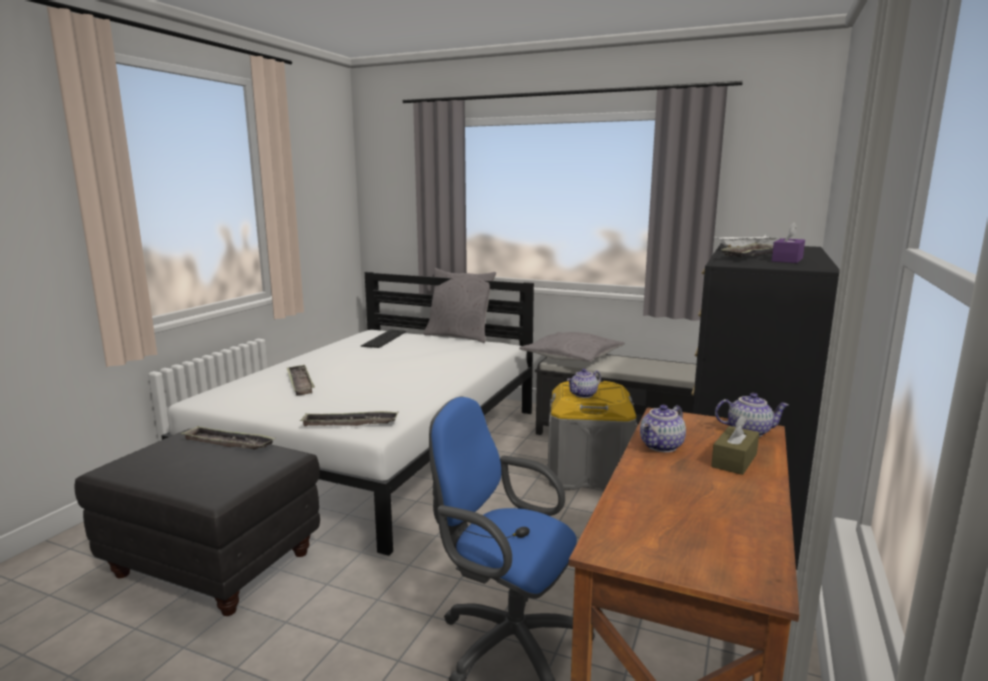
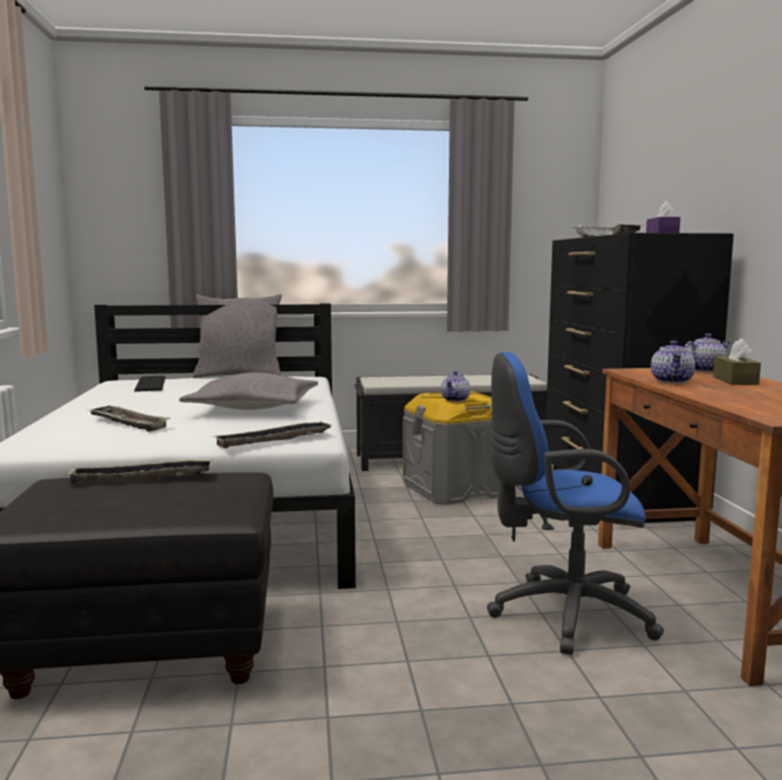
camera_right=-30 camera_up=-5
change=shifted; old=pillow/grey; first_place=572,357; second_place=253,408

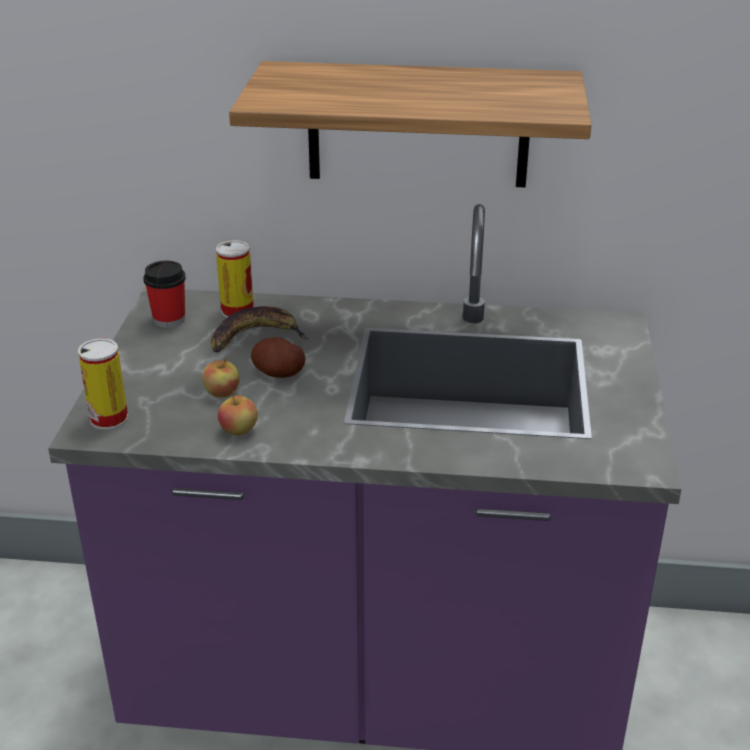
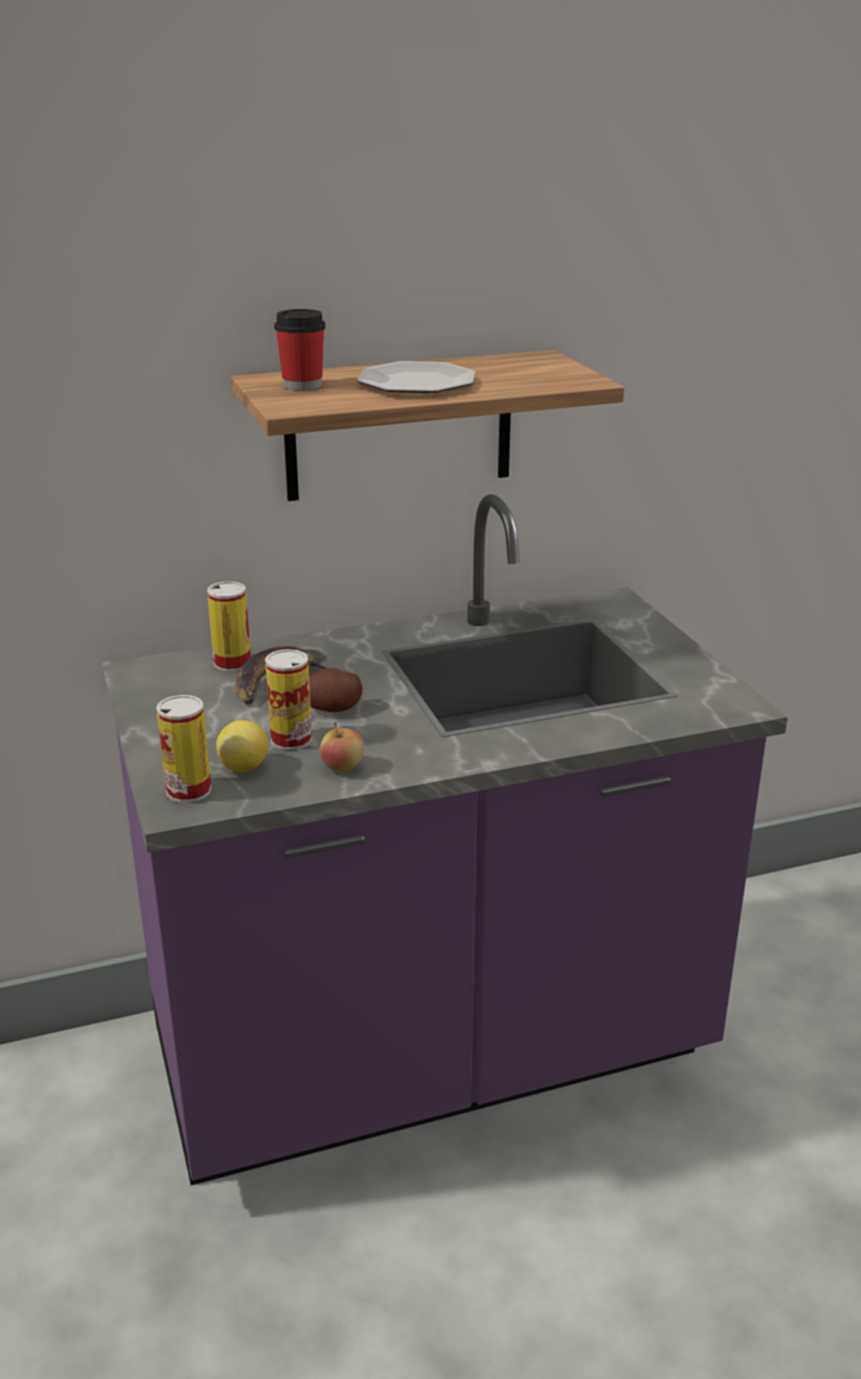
camera_right=-25 camera_up=-5
change=shifted; old=cup; first_place=169,319; second_place=302,385
change=swapped; old=apple; new=can; first_place=222,393; second_place=291,739
change=new; new=lemon; second_place=244,767
change=new; new=plate; second_place=416,383

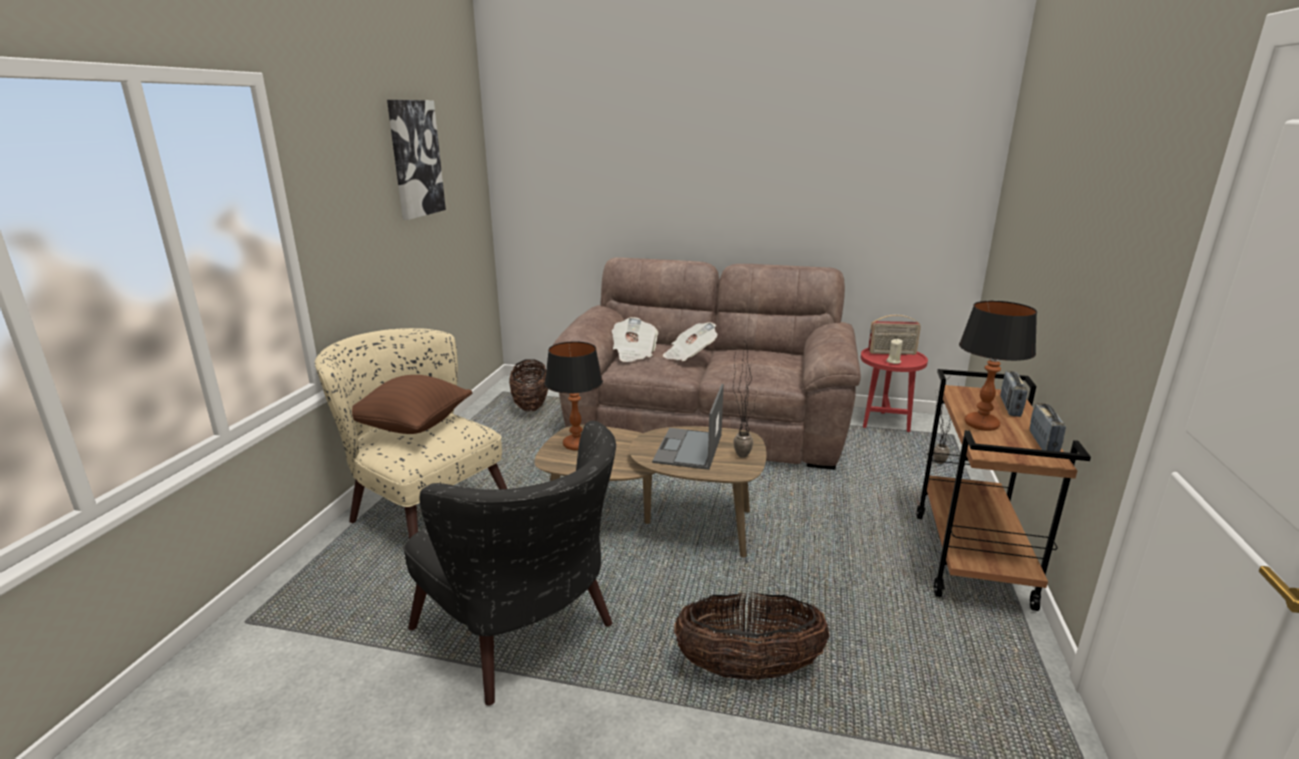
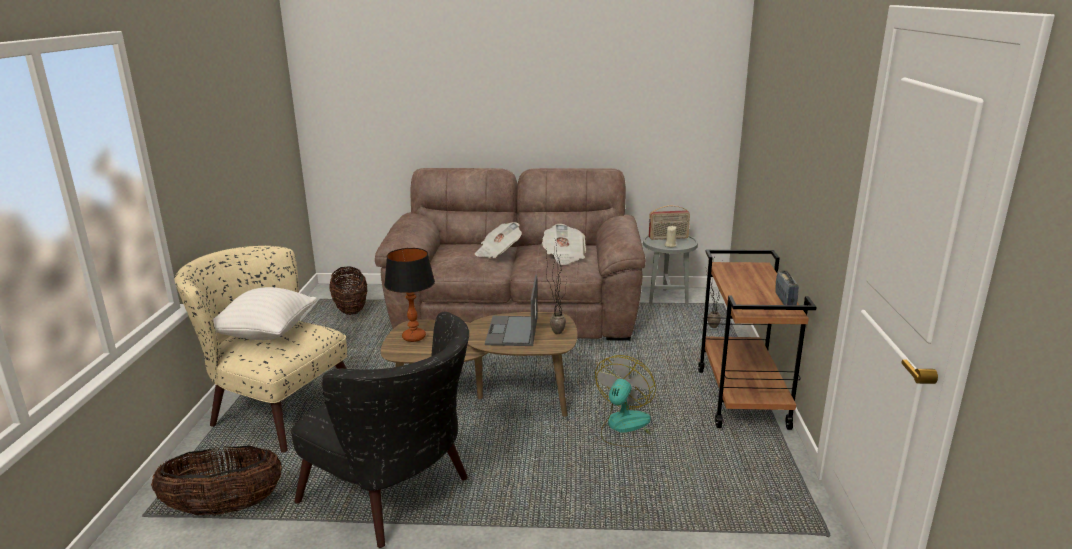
camera_right=-10 camera_up=0
change=repainted; old=pillow/brown; new=pillow/white; first_place=412,426; second_place=266,333
change=gone; old=picture; first_place=415,158
change=shifted; old=newspaper; first_place=633,353; second_place=564,256
change=shifted; old=basket; first_place=748,669; second_place=224,508
change=repainted; old=side table/red; new=side table/grey; first_place=884,422; second_place=666,297
change=gone; old=table lamp; first_place=981,425
change=gone; old=radio; first_place=1010,407
change=new; new=fan; second_place=625,428

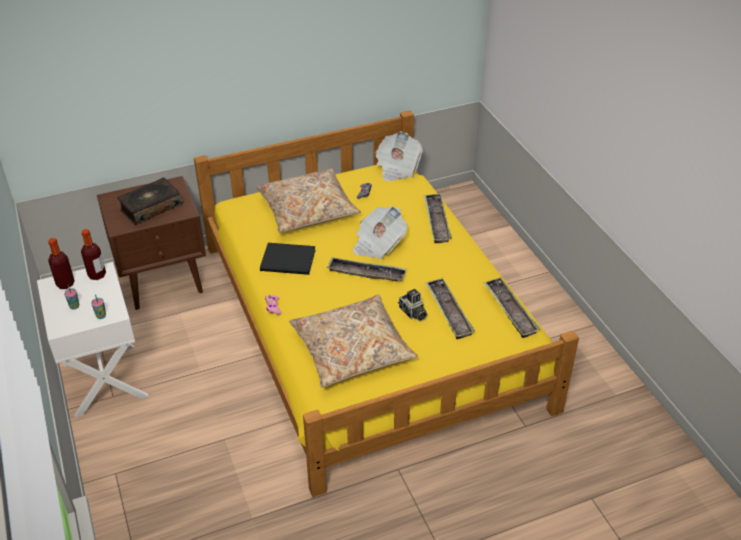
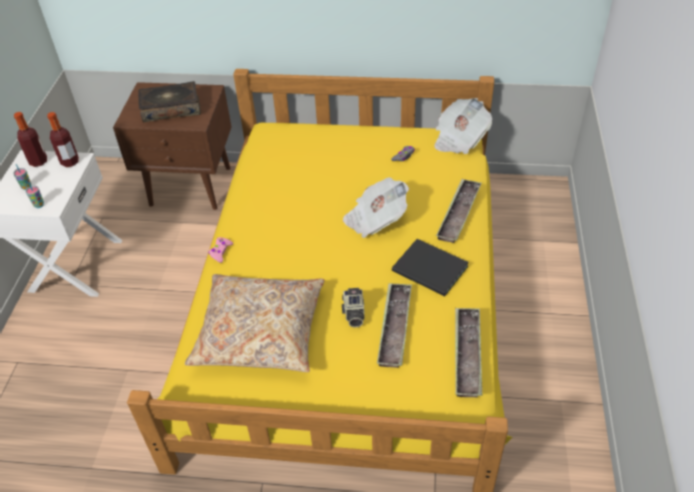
camera_right=30 camera_up=5
change=gone; old=pillow/beige; first_place=307,210
change=shifted; old=book/black; first_place=289,261; second_place=430,270
change=gone; old=tray; first_place=366,273

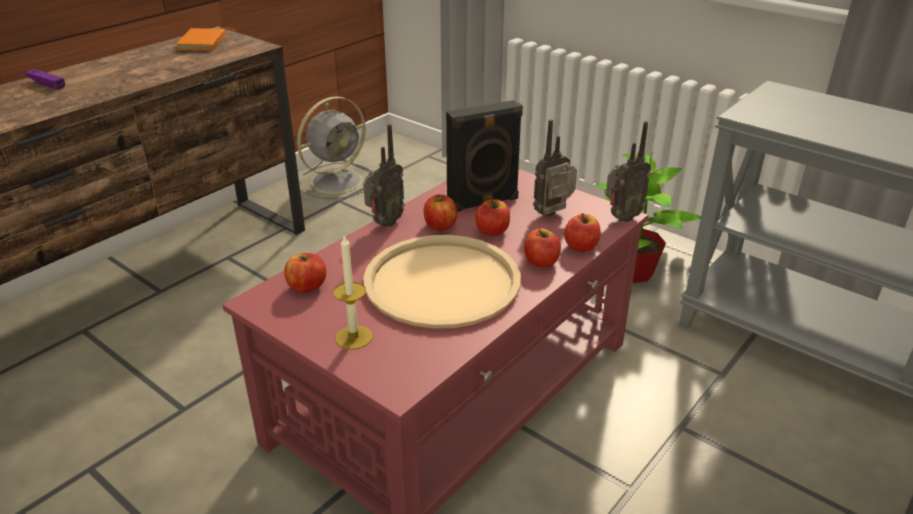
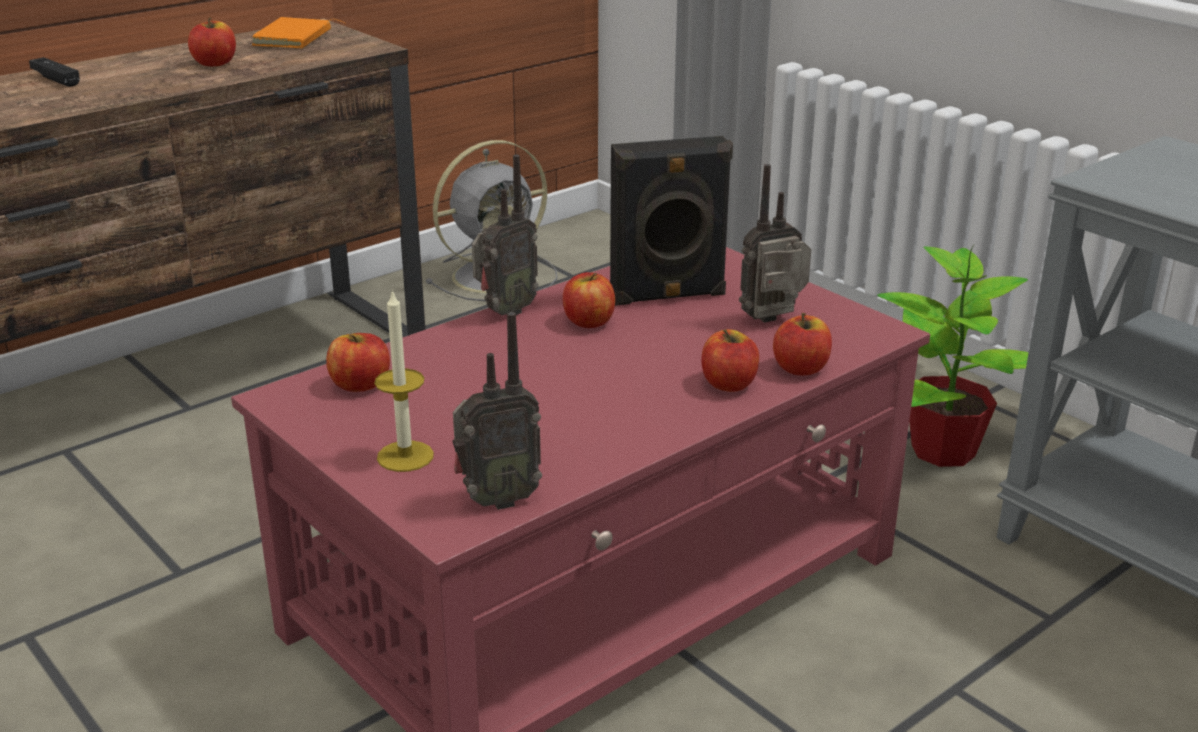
camera_right=10 camera_up=-5
change=repainted; old=game controller/purple; new=game controller/black; first_place=47,84; second_place=56,79
change=gone; old=tray/beige; first_place=442,282
change=shifted; old=apple; first_place=492,231; second_place=215,63
change=shifted; old=radio; first_place=621,218; second_place=496,500

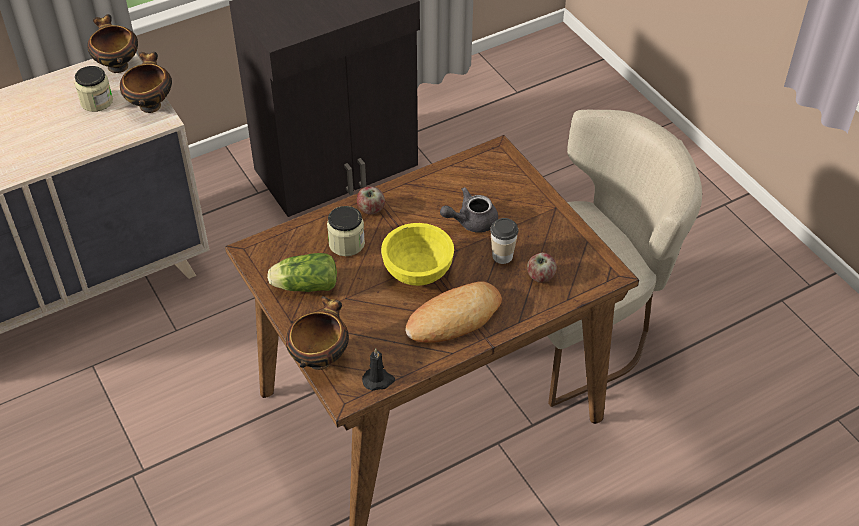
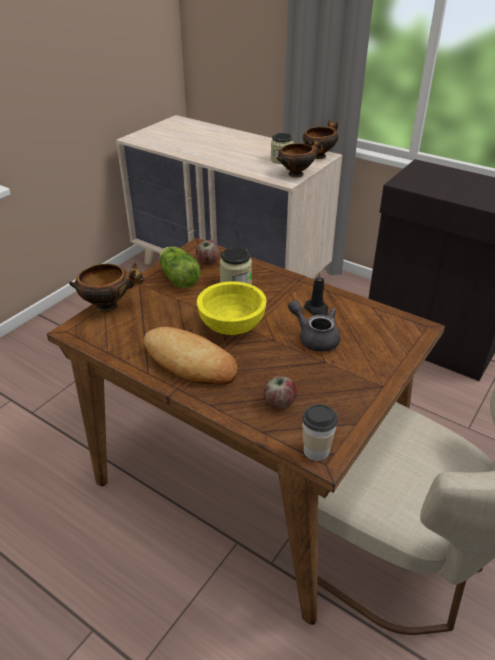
camera_right=65 camera_up=-10
change=shifted; old=apple; first_place=371,209; second_place=207,261
change=shifted; old=candle/black; first_place=378,380; second_place=317,309
change=shifted; old=cup; first_place=502,256; second_place=316,451

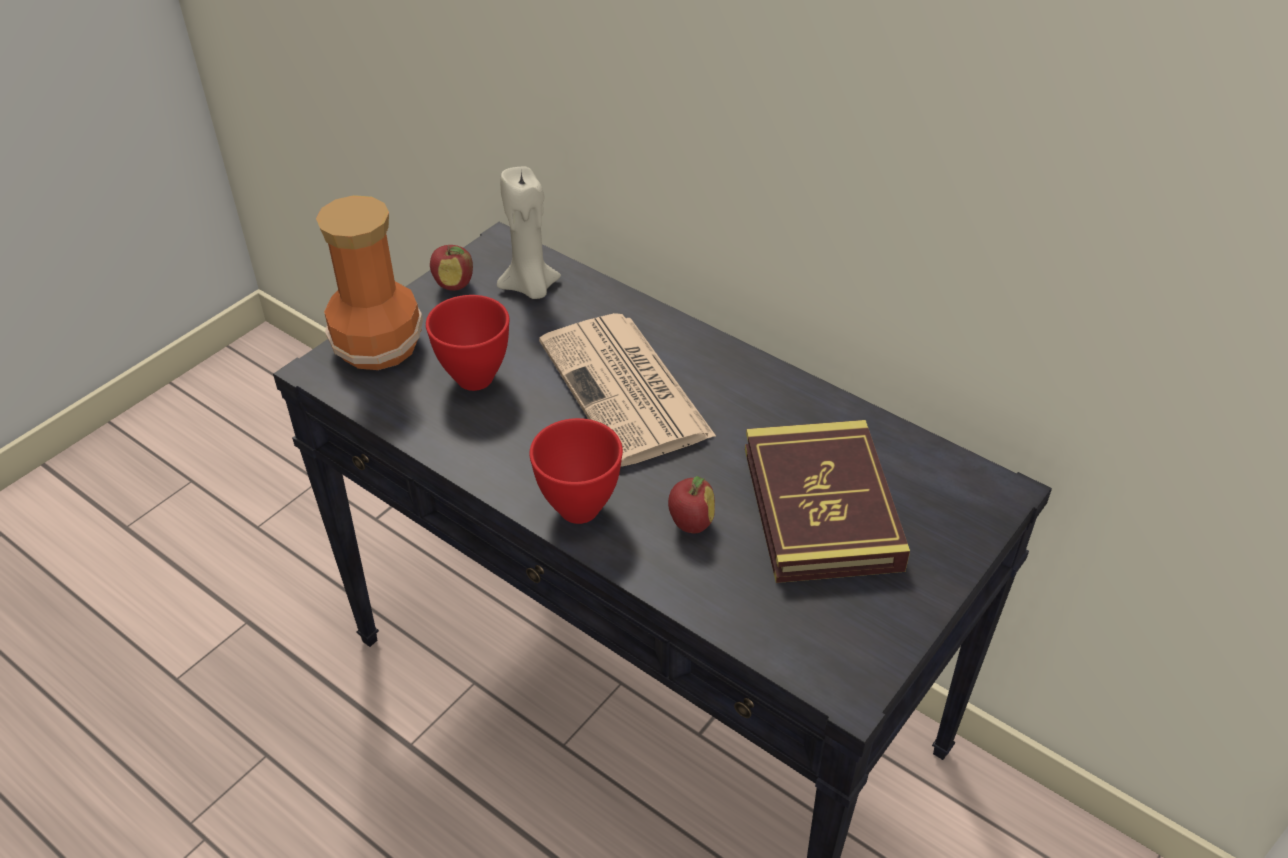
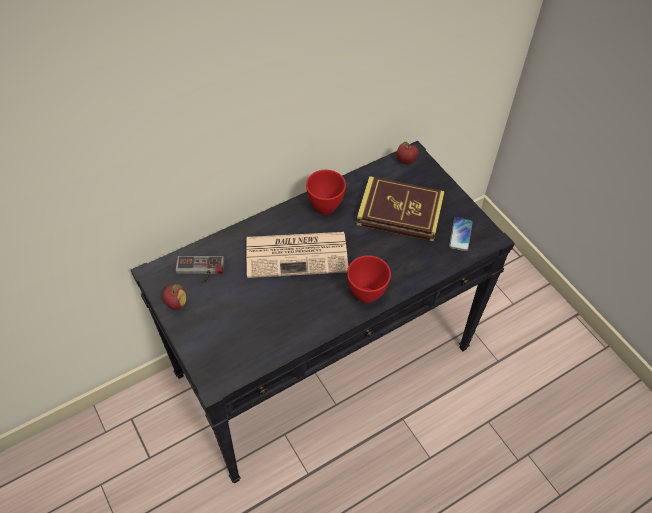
camera_right=-70 camera_up=10
change=gone; old=vase; first_place=380,343
change=shifted; old=bowl/red; first_place=473,380; second_place=326,209
change=swapped; old=candle/beige; new=game controller; first_place=530,288; second_place=199,270
change=shifted; old=apple; first_place=690,524; second_place=405,161
change=new; new=phone; second_place=460,234

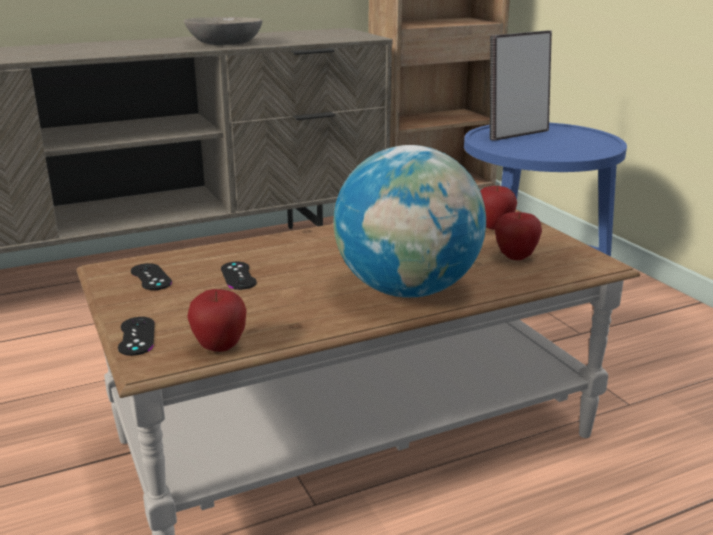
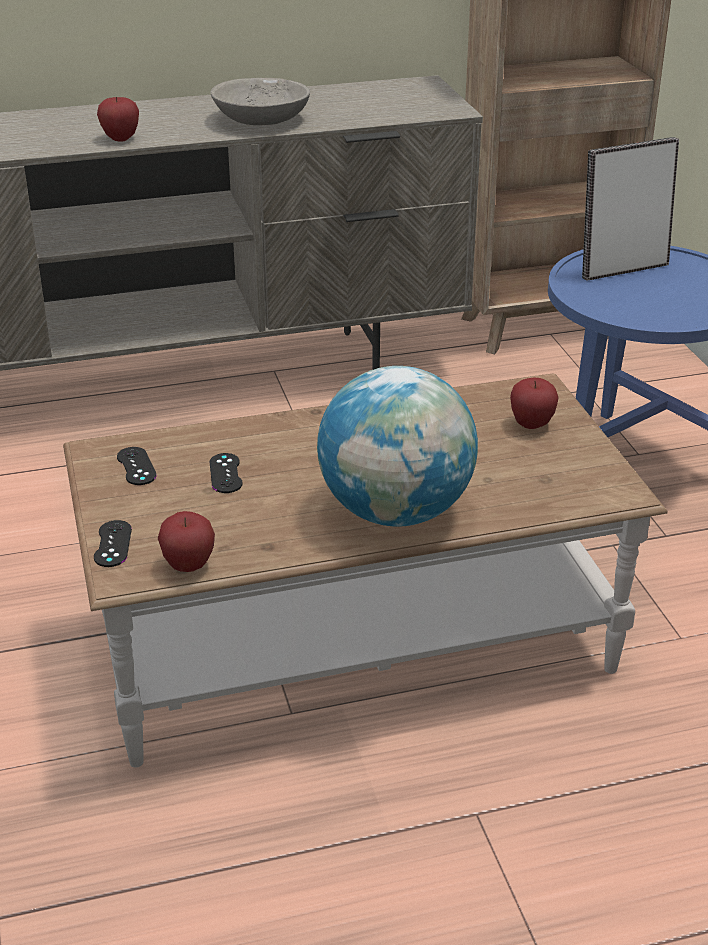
camera_right=10 camera_up=10
change=shifted; old=apple; first_place=515,257; second_place=120,139

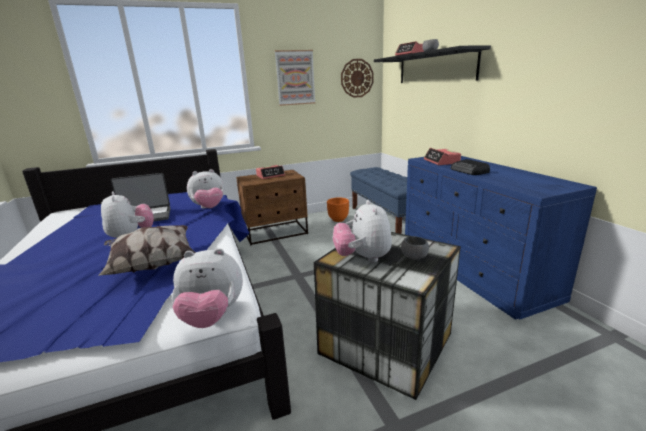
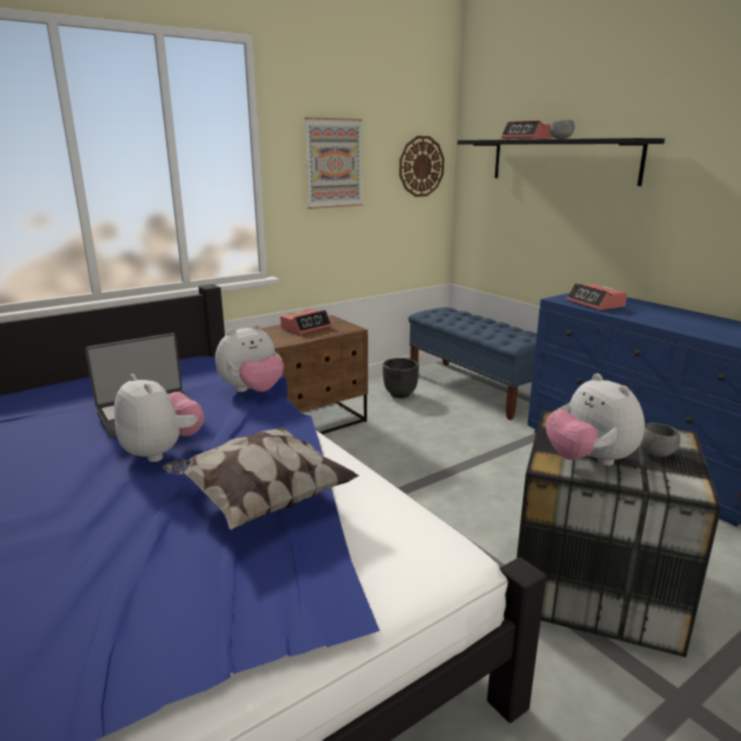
camera_right=-15 camera_up=0
change=gone; old=plush toy; first_place=212,317
change=repainted; old=planter/orange; new=planter/black; first_place=338,220; second_place=400,394
change=gone; old=radio; first_place=469,171

